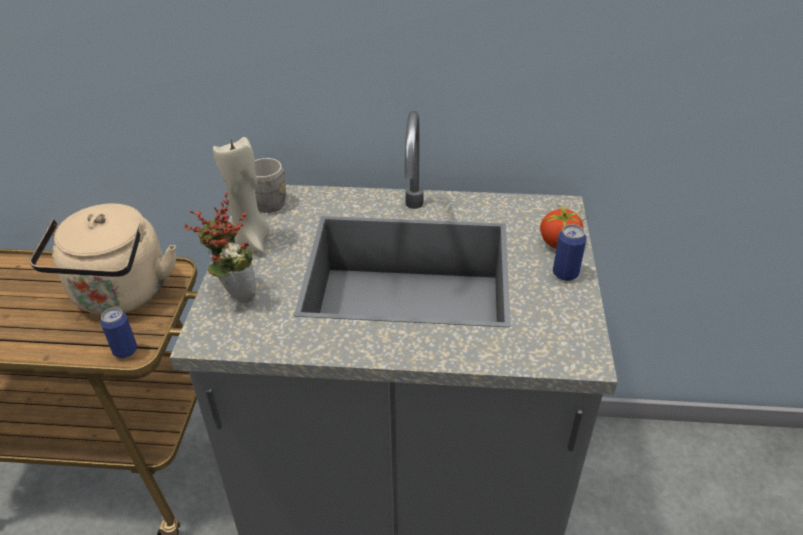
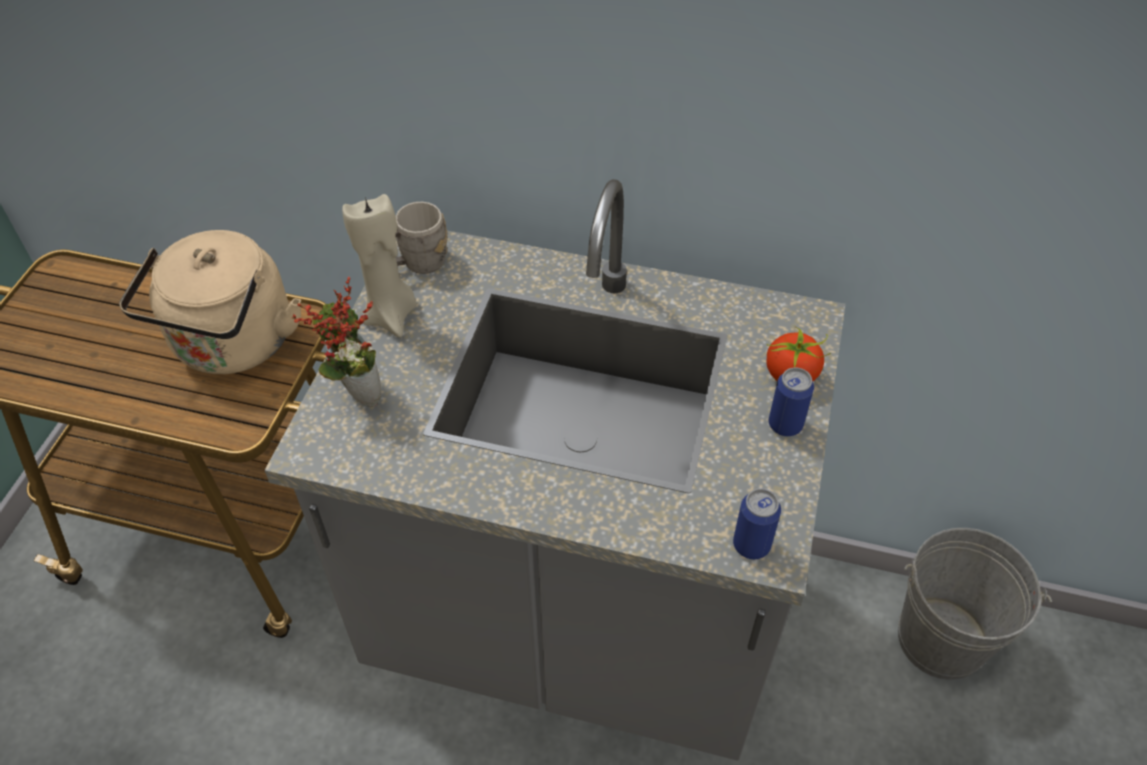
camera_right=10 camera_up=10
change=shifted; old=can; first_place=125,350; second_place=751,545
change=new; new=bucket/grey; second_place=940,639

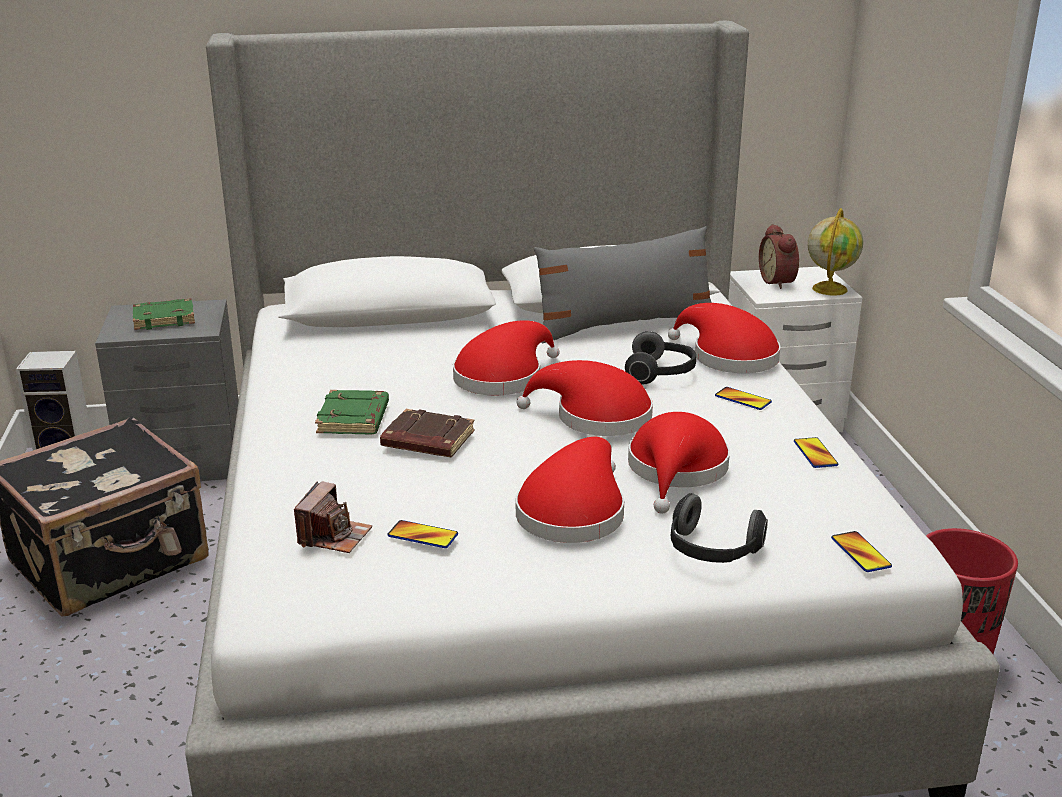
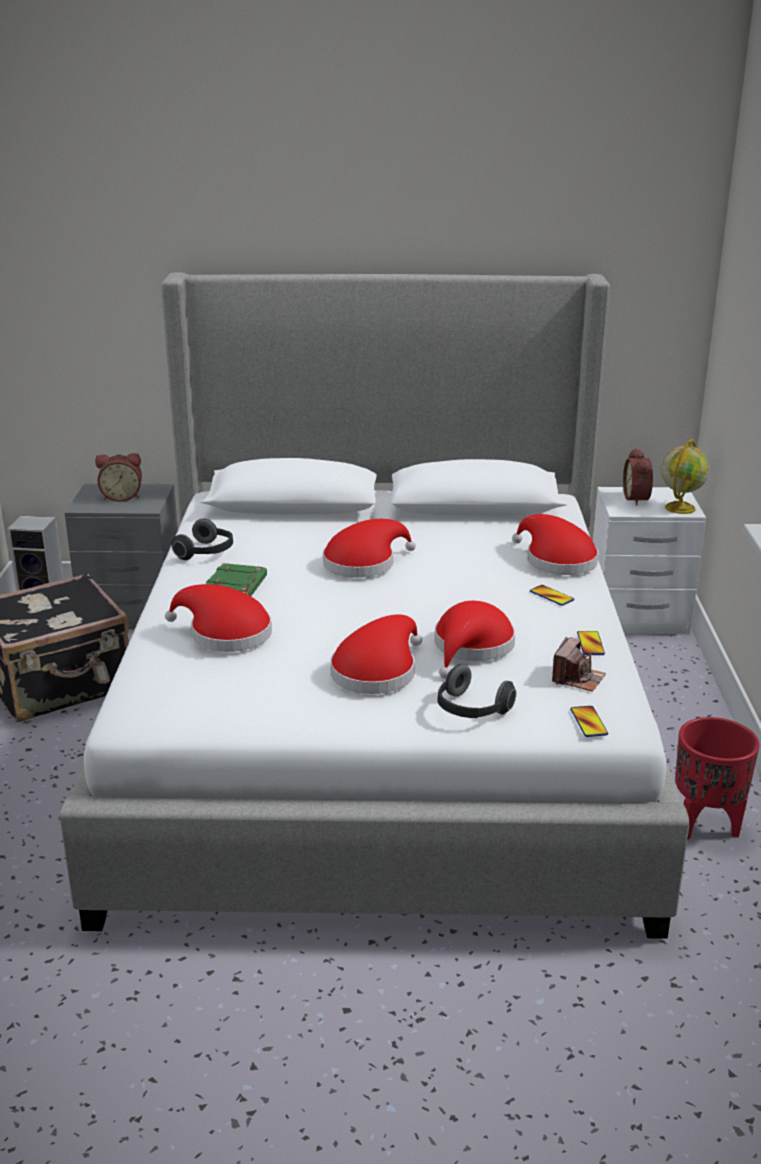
camera_right=10 camera_up=0
change=swapped; old=book/green; new=alarm clock; first_place=165,319; second_place=122,497
change=shifted; old=photo camera; first_place=334,536; second_place=577,678
change=gone; old=book/brown; first_place=426,441
change=gone; old=phone; first_place=422,536
change=shifted; old=hat/red; first_place=595,417; second_place=224,634
change=gone; old=pillow/grey; first_place=624,325
change=shifted; old=headphones; first_place=661,373; second_place=206,553

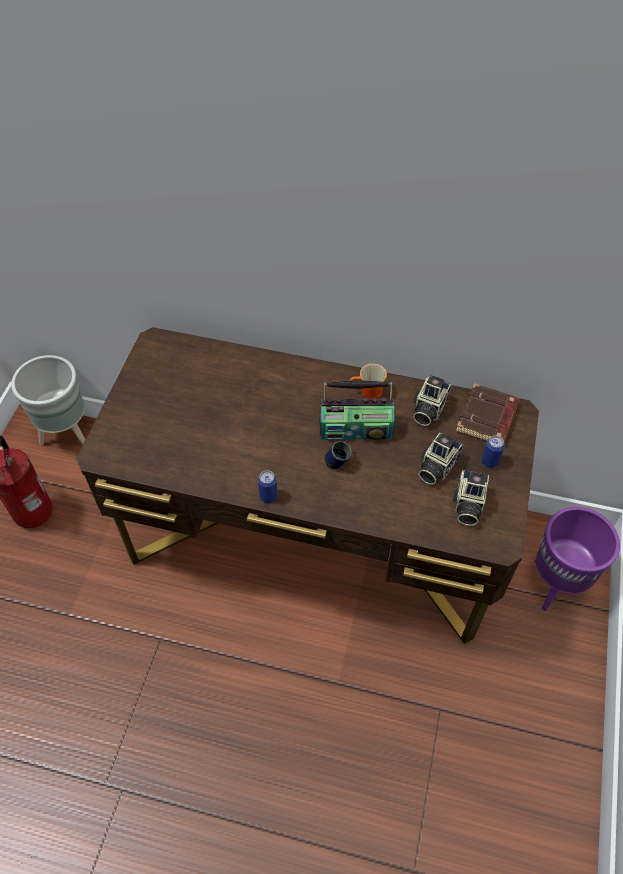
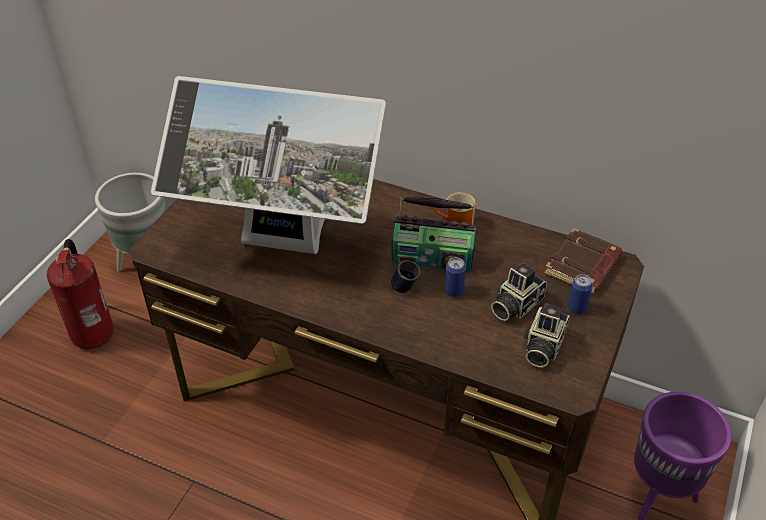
camera_right=10 camera_up=-10
change=shifted; old=can; first_place=268,496; second_place=454,291
change=gone; old=photo camera; first_place=428,409
change=new; new=monitor; second_place=281,245

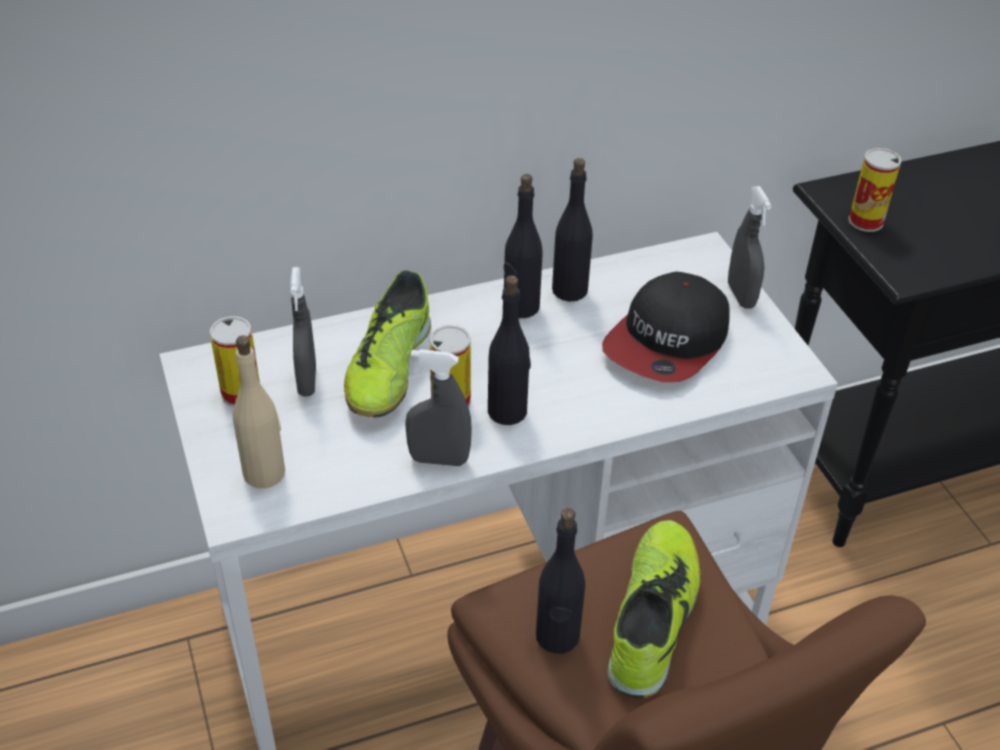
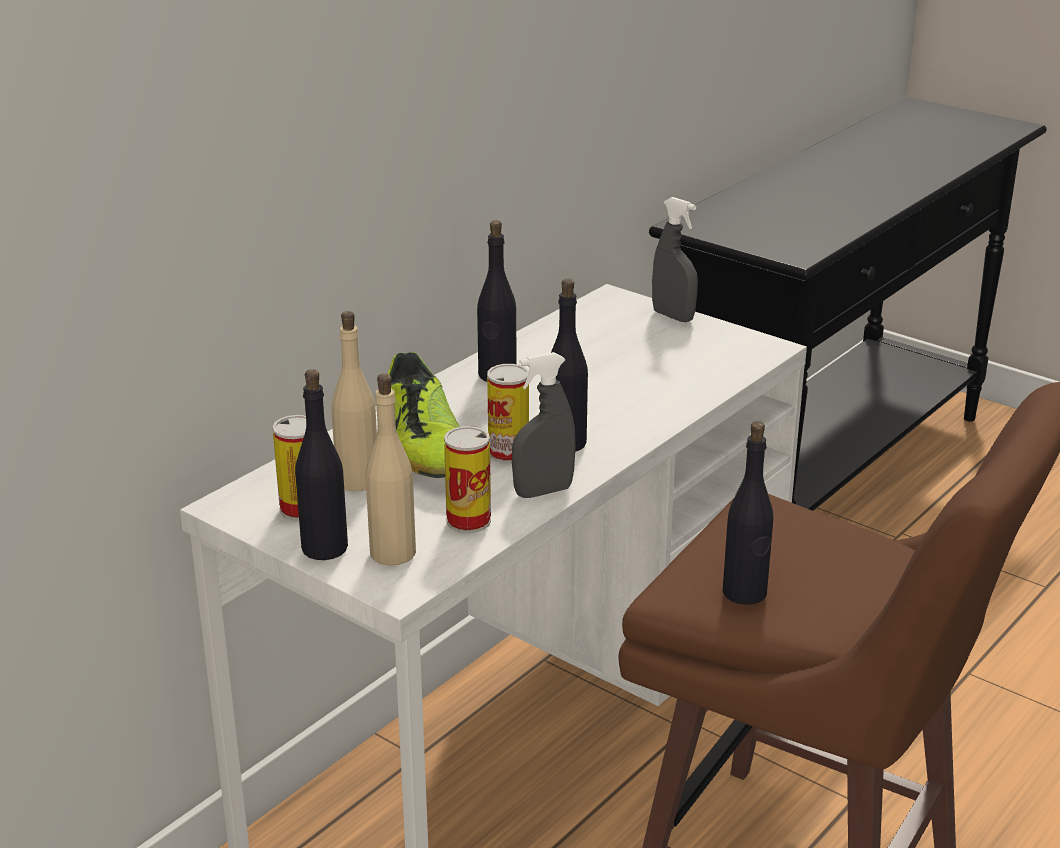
camera_right=-30 camera_up=-15
change=swapped; old=spray bottle/grey; new=bottle/beige; first_place=307,381; second_place=357,480
change=shifted; old=bottle/black; first_place=570,290; second_place=325,548
change=gone; old=cap; first_place=668,341
change=gone; old=shoe; first_place=653,616
change=shifted; old=can; first_place=866,221; second_place=468,521

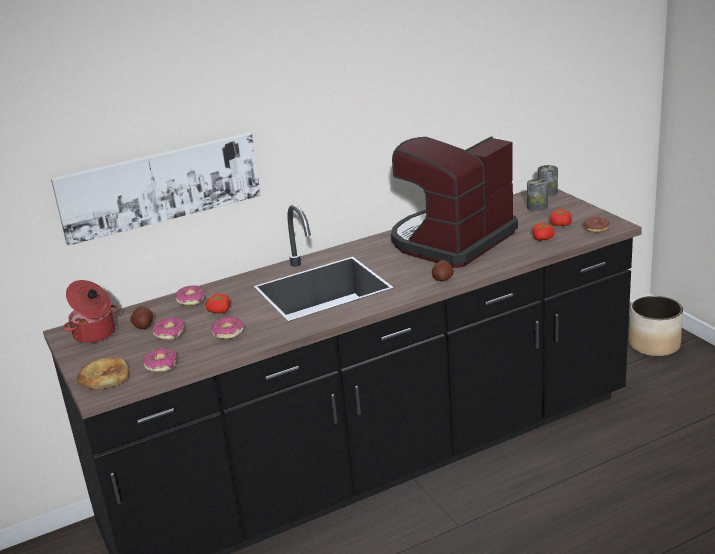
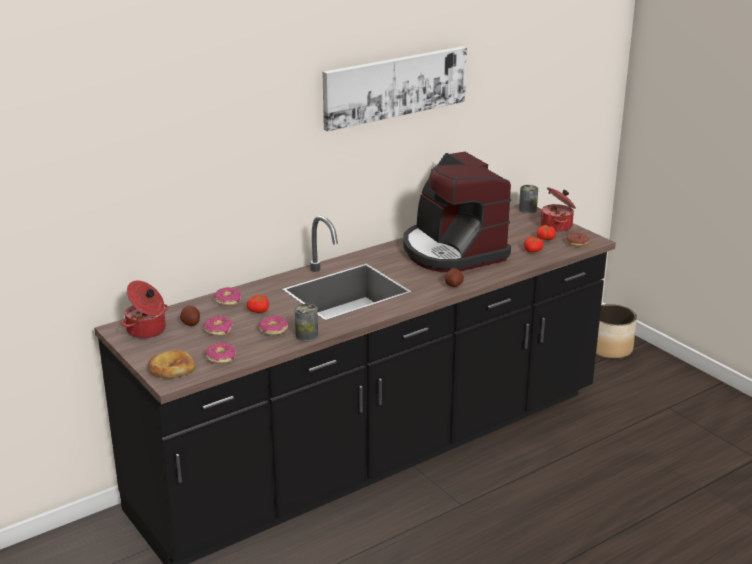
camera_right=-10 camera_up=0
change=shifted; old=picture; first_place=159,186; second_place=394,86
change=rotated; old=coffee machine; first_place=451,241; second_place=452,251; degrees=-60
change=shifted; old=can; first_place=537,208; second_place=306,335
change=new; new=cooking pot; second_place=557,226

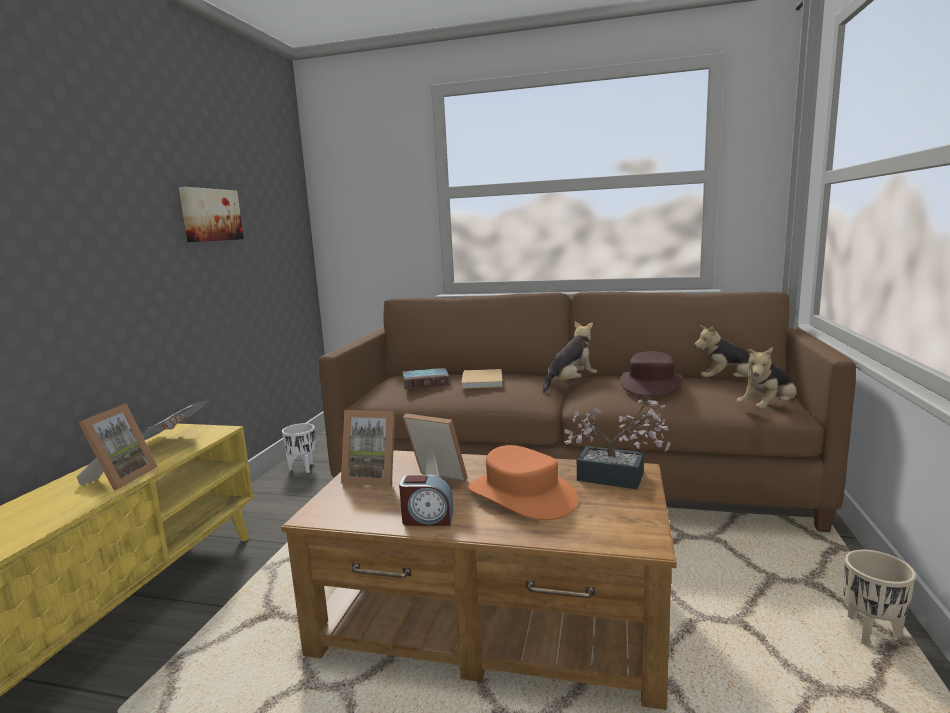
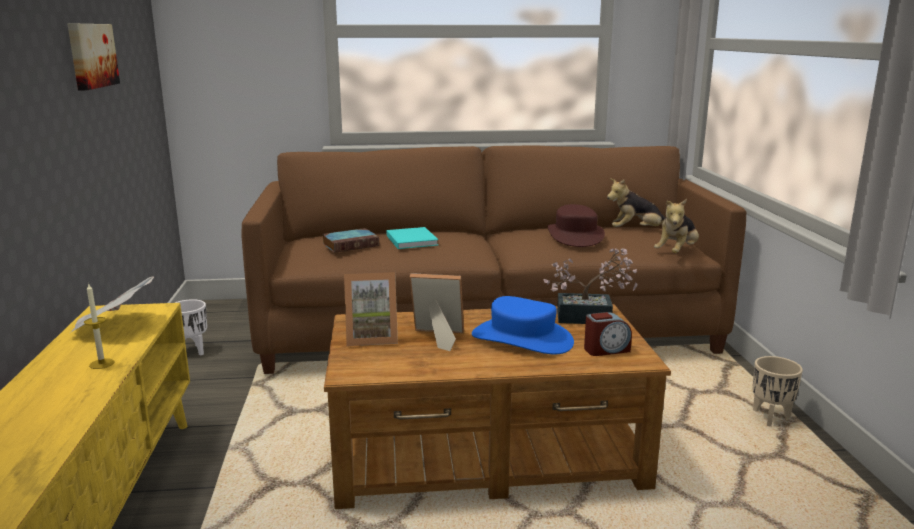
camera_right=-20 camera_up=5
change=swapped; old=picture frame; new=candle; first_place=120,478; second_place=102,364
change=shifted; old=alarm clock; first_place=427,519; second_place=606,350
change=repainted; old=book/beige; new=book/turquoise; first_place=482,380; second_place=411,240
change=repainted; old=hat/orange; new=hat/blue; first_place=522,495; second_place=522,338
change=gone; old=plush toy; first_place=570,383

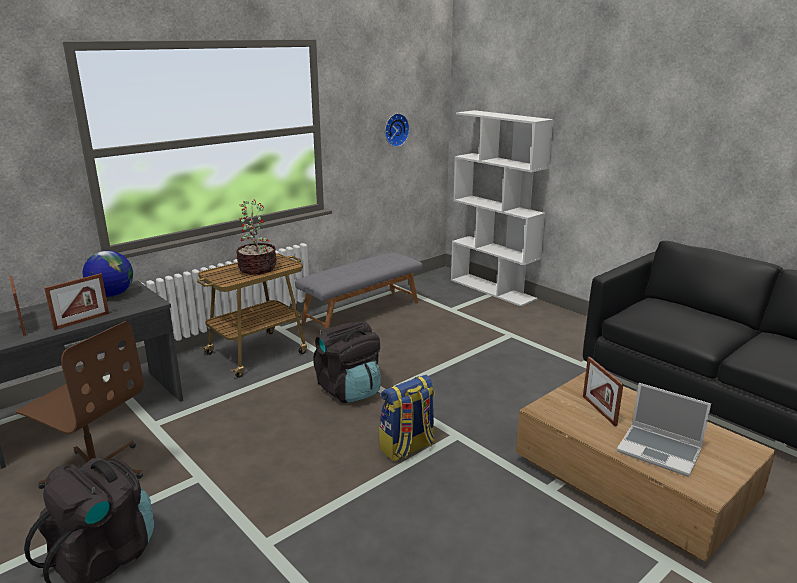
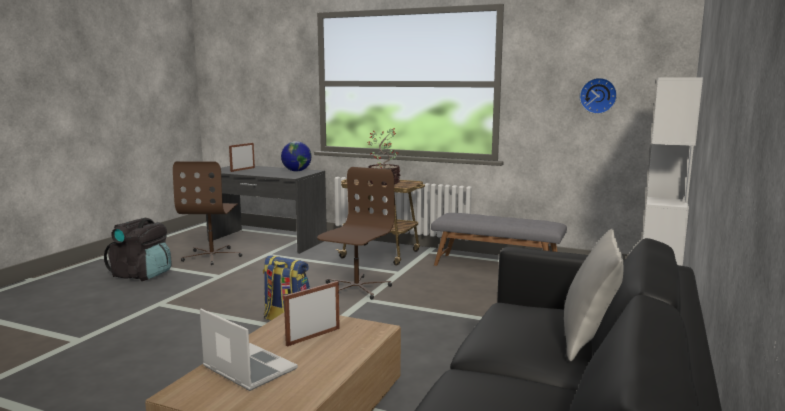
camera_right=65 camera_up=-10
change=gone; old=picture frame; first_place=82,321
change=swapped; old=backpack/black; new=office chair/brown; first_place=349,390; second_place=356,288
change=rotated; old=laptop; first_place=660,451; second_place=247,368; degrees=120
change=new; new=pillow/grey; second_place=589,340

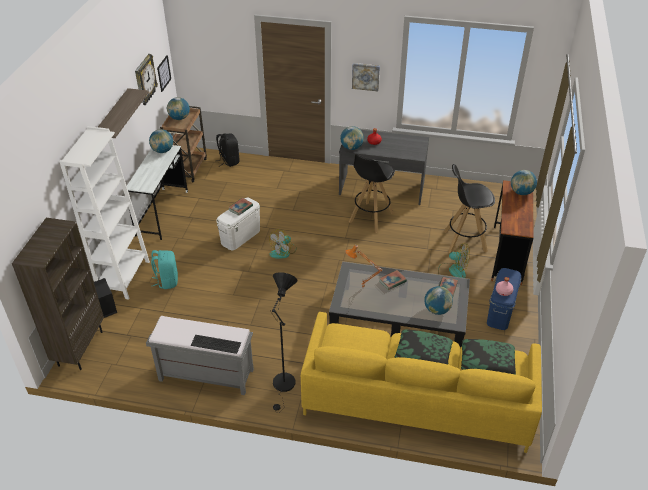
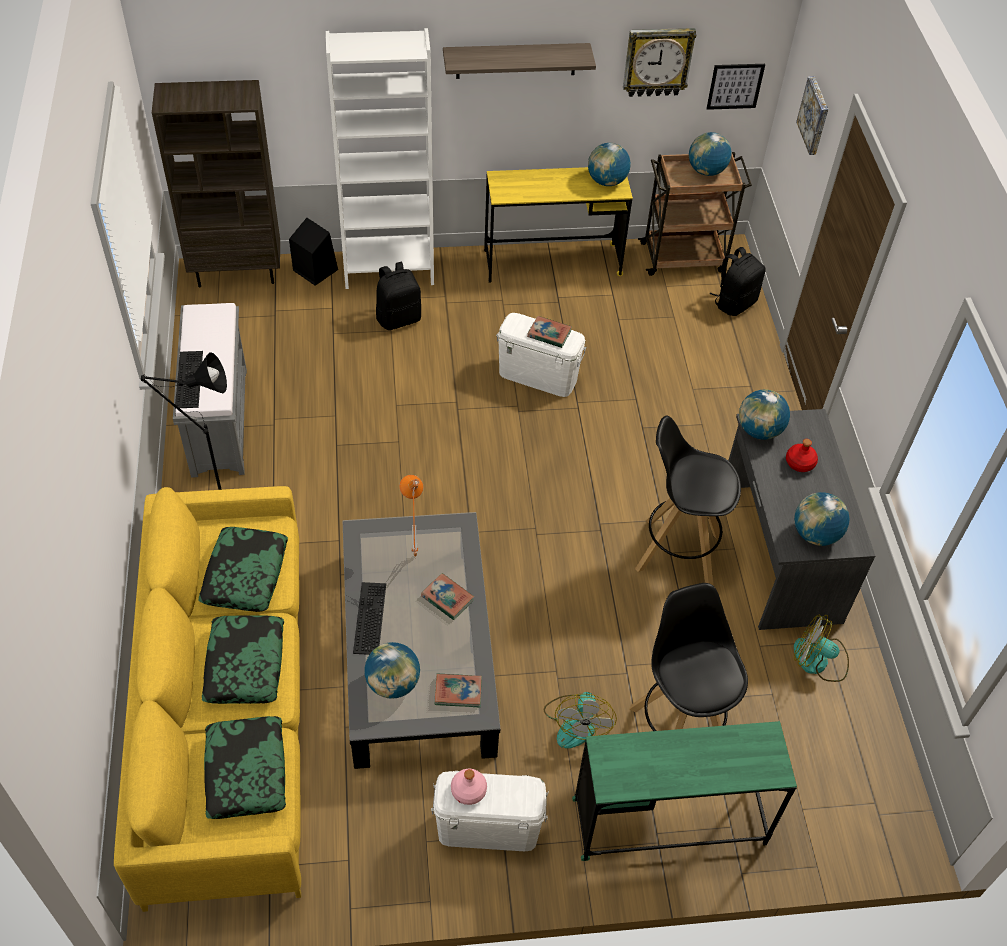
camera_right=70 camera_up=10
change=repainted; old=desk/white; new=desk/yellow; first_place=162,213; second_place=552,263
change=repainted; old=backpack/turquoise; new=backpack/black; first_place=167,281; second_place=399,318
change=shifted; old=fan; first_place=283,251; second_place=818,661
change=shifted; old=picture; first_place=366,76; second_place=815,115
change=repainted; old=storage box/blue; new=storage box/white; first_place=500,312; second_place=488,828
change=repainted; old=desk/brown; new=desk/green; first_place=507,255; second_place=669,822
change=shifted; old=globe; first_place=521,192; second_place=815,534
change=new; new=pillow; second_place=245,575
change=new; new=keyboard; second_place=368,617

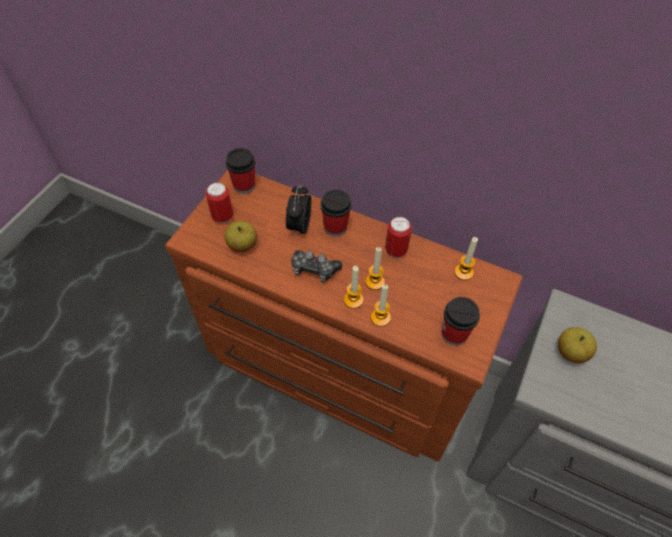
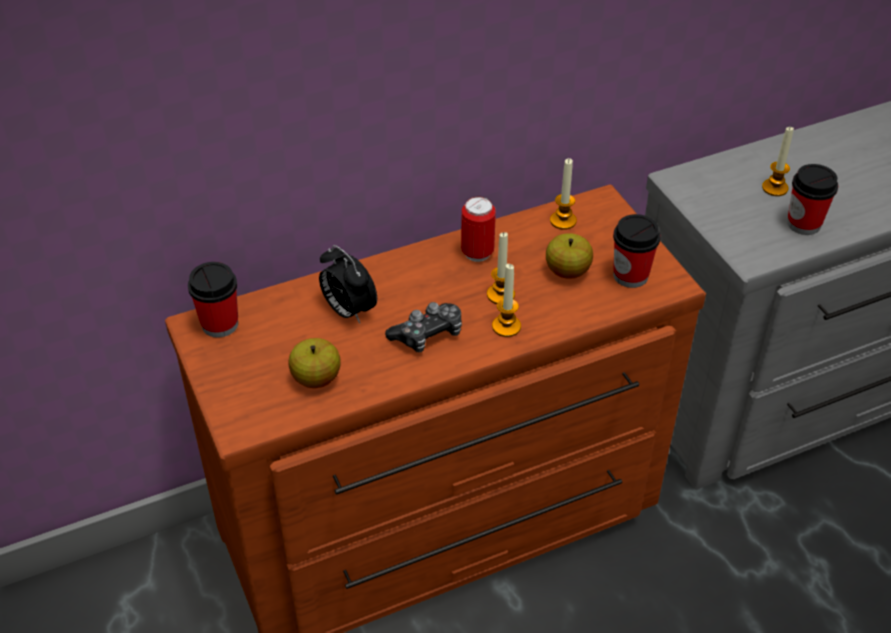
camera_right=-50 camera_up=-10
change=gone; old=can; first_place=222,217
change=shifted; old=cup; first_place=335,227; second_place=804,224
change=shifted; old=candle; first_place=380,317; second_place=775,188
change=shifted; old=apple; first_place=571,352; second_place=567,271

